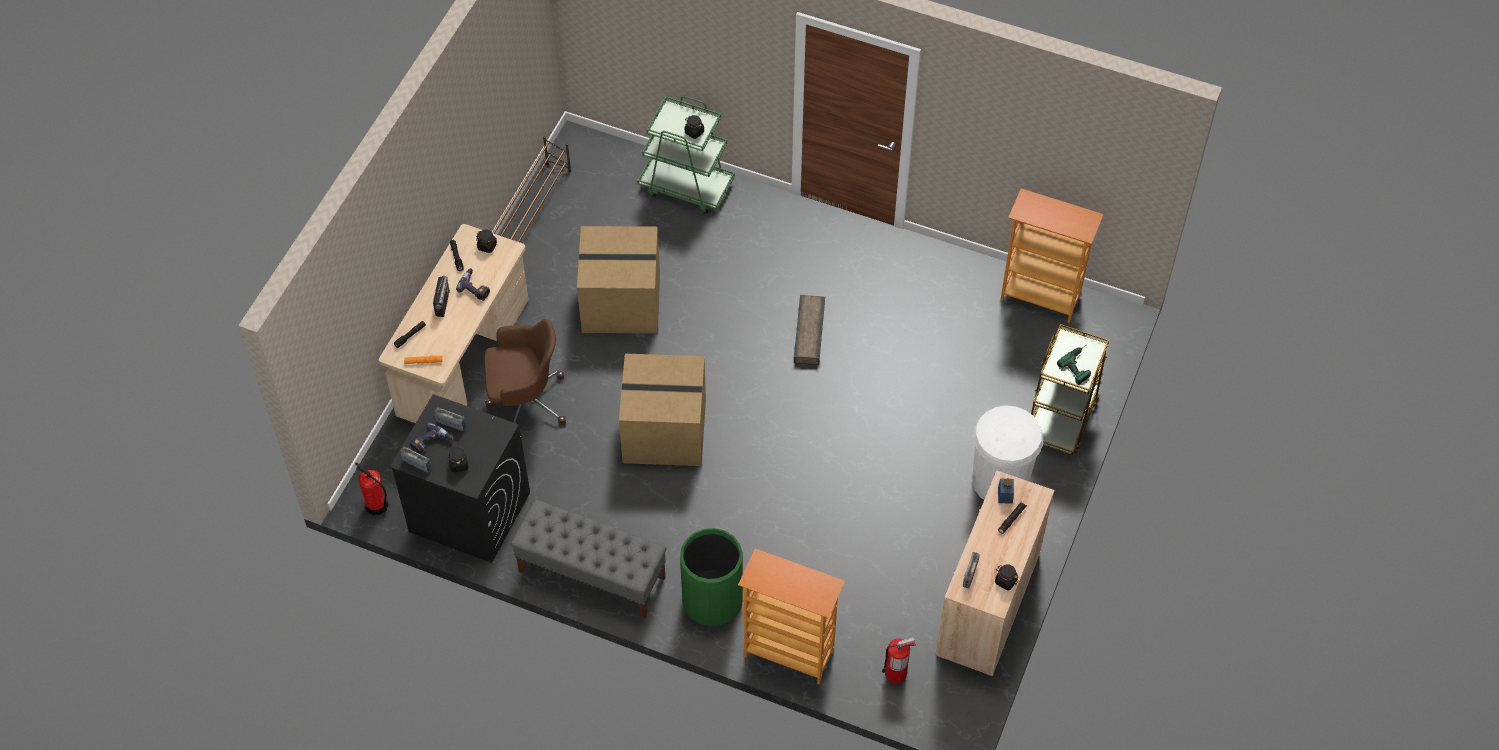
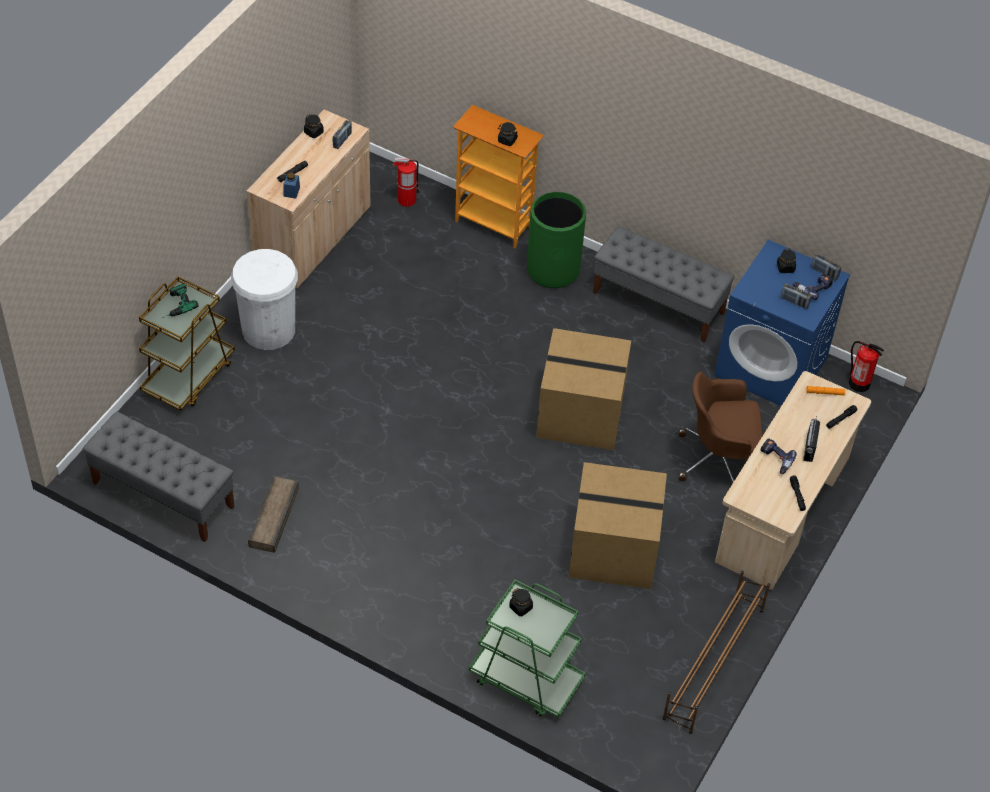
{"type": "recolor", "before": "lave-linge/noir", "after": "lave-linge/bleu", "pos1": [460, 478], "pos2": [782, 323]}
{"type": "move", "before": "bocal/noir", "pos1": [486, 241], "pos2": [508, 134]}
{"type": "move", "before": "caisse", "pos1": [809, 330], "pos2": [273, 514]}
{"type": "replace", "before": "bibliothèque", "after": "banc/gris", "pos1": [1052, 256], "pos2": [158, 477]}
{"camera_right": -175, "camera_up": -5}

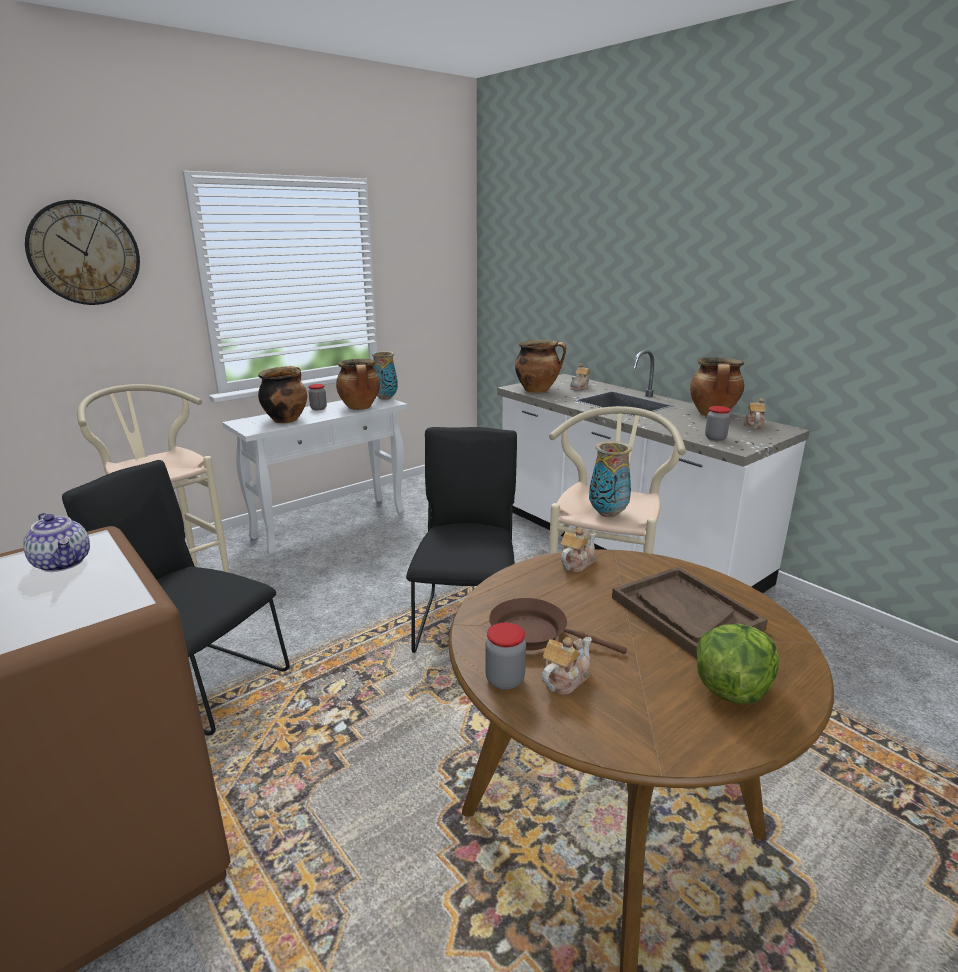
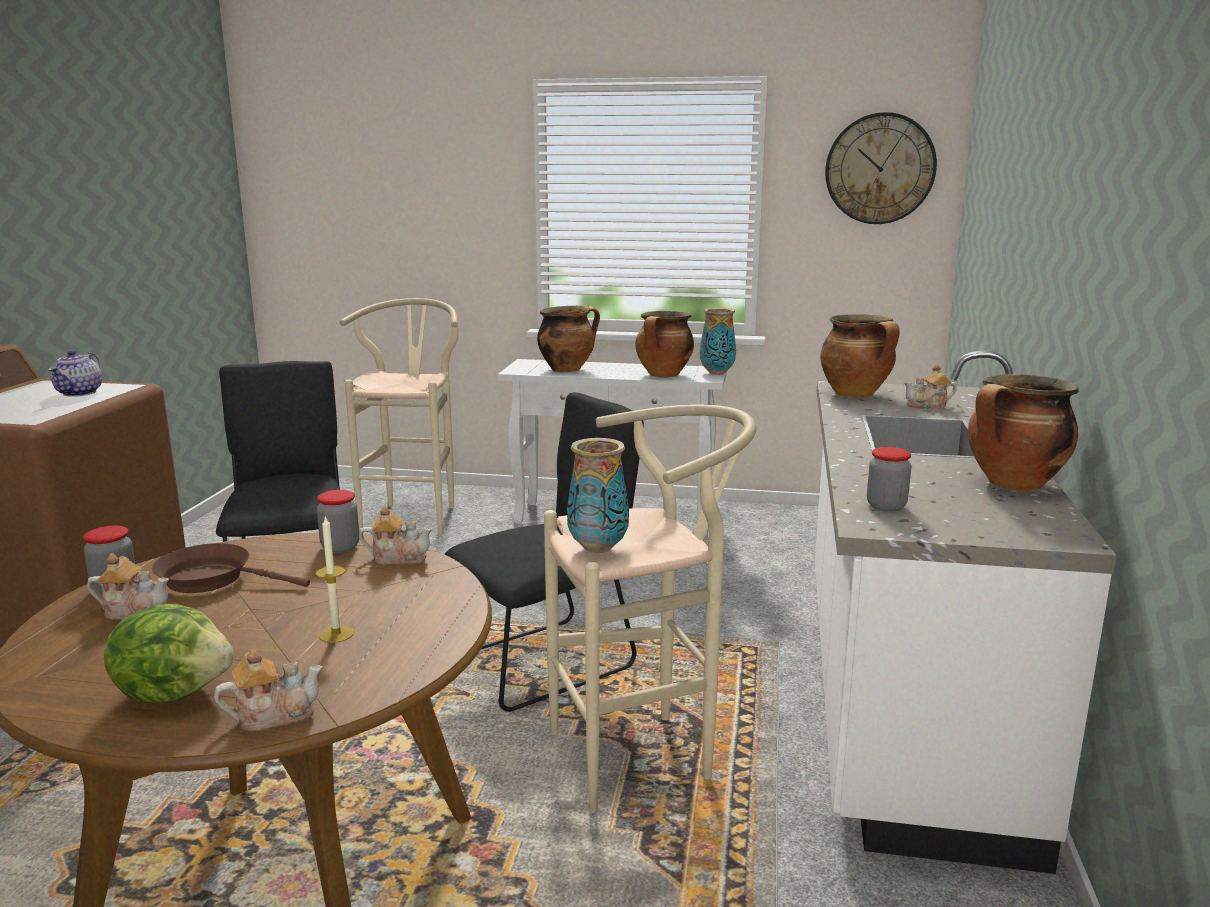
{"type": "move", "before": "horloge murale", "pos1": [82, 252], "pos2": [881, 168]}
{"type": "move", "before": "bocal", "pos1": [317, 397], "pos2": [338, 521]}
{"type": "rotate", "before": "poêle/marron", "pos1": [558, 626], "pos2": [231, 568], "turn": -60}
{"type": "replace", "before": "plateau/marron", "after": "bougie", "pos1": [690, 613], "pos2": [334, 579]}
{"type": "move", "before": "théière", "pos1": [754, 413], "pos2": [268, 690]}
{"camera_right": 50, "camera_up": -5}

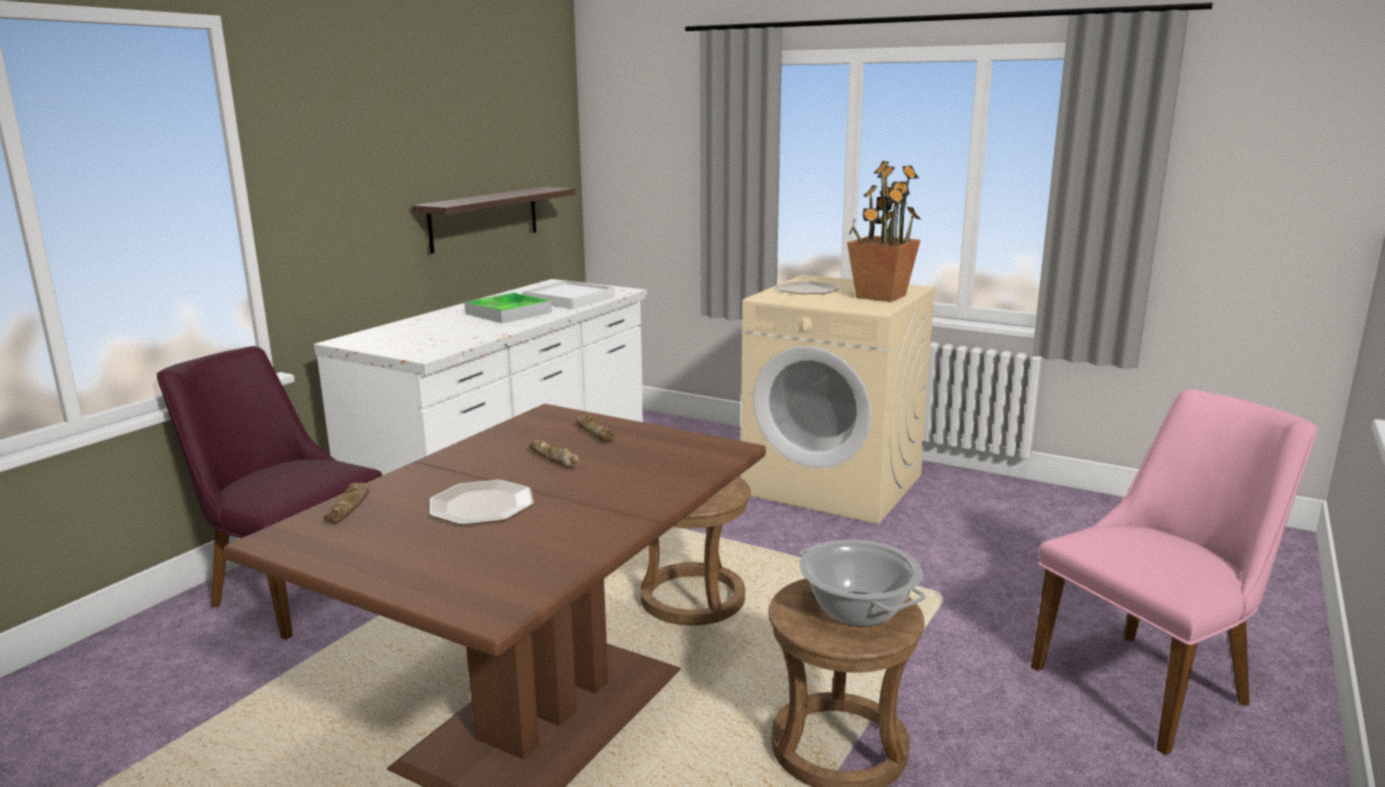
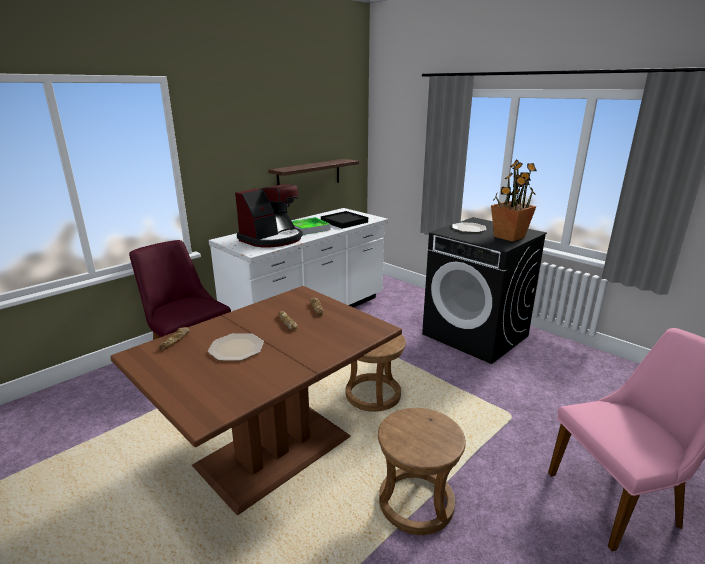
{"type": "recolor", "before": "plateau/blanc", "after": "plateau/noir", "pos1": [568, 295], "pos2": [344, 220]}
{"type": "recolor", "before": "lave-linge/beige", "after": "lave-linge/noir", "pos1": [838, 399], "pos2": [484, 290]}
{"type": "delete", "before": "marmite", "pos1": [862, 583]}
{"type": "insert", "after": "machine à café", "pos2": [269, 216]}
{"camera_right": 15, "camera_up": 5}

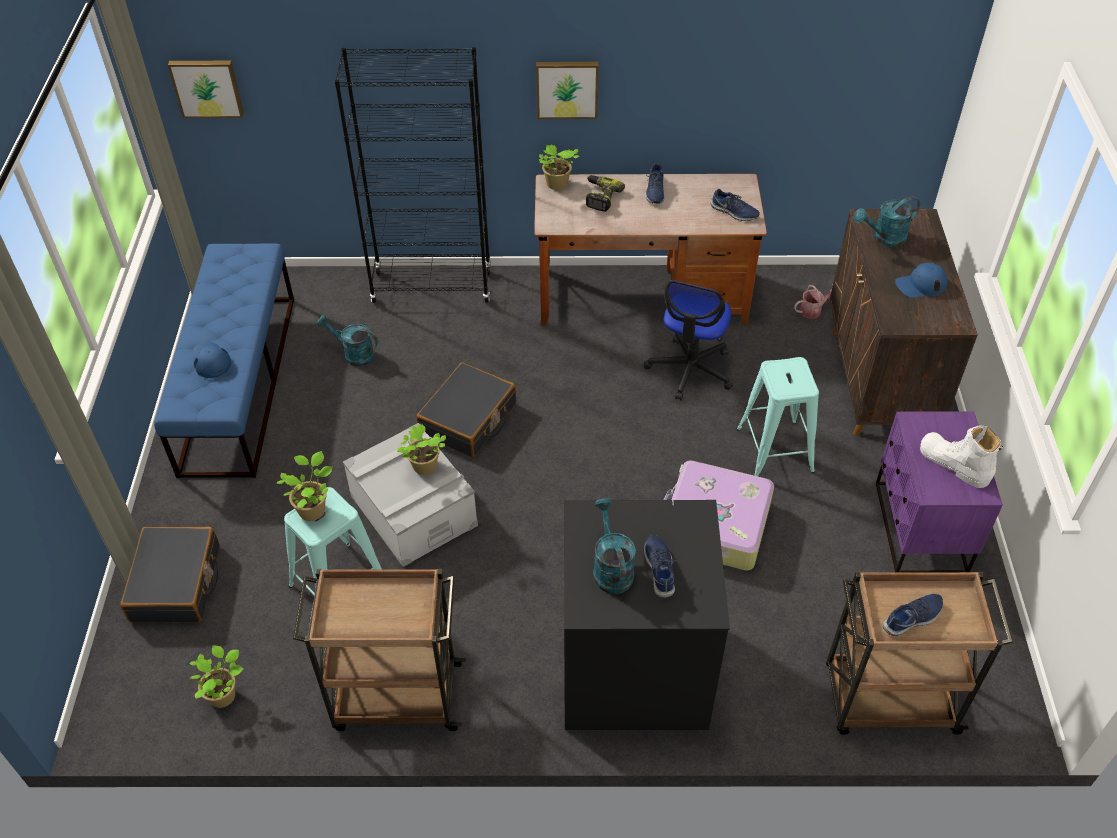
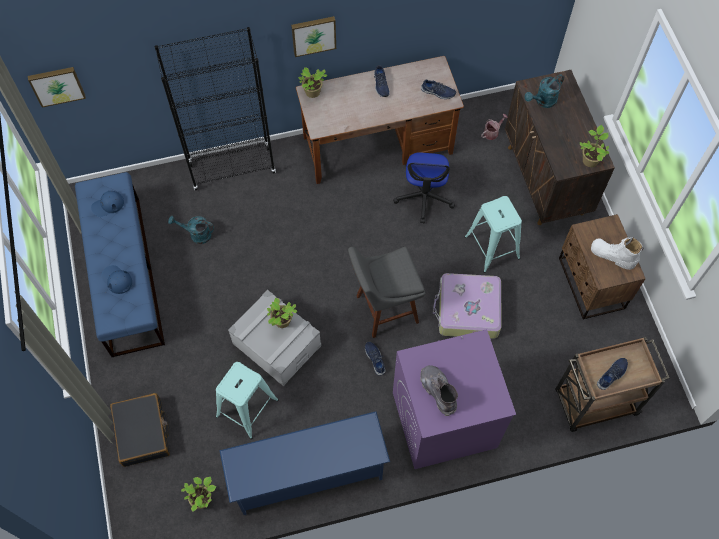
{"type": "move", "before": "plante en pot", "pos1": [305, 486], "pos2": [594, 146]}
{"type": "replace", "before": "chariot/marron", "after": "étagère à chaussures/bleu", "pos1": [379, 650], "pos2": [304, 463]}
{"type": "delete", "before": "valise/noir", "pos1": [466, 409]}
{"type": "recolor", "before": "lave-linge/noir", "after": "lave-linge/violet", "pos1": [647, 615], "pos2": [454, 399]}
{"type": "delete", "before": "perceuse", "pos1": [605, 193]}
{"type": "replace", "before": "arrosoir/turquoise", "after": "botte/gris", "pos1": [614, 546], "pos2": [439, 390]}
{"type": "move", "before": "chaussure/bleu", "pos1": [660, 566], "pos2": [375, 359]}
{"type": "recolor", "before": "table de chevet/violet", "after": "table de chevet/marron", "pos1": [939, 491], "pos2": [602, 267]}
{"type": "move", "before": "casquette/bleu", "pos1": [921, 280], "pos2": [107, 204]}
{"type": "insert", "after": "tabouret/gris", "pos2": [386, 292]}
{"camera_right": -15, "camera_up": 15}

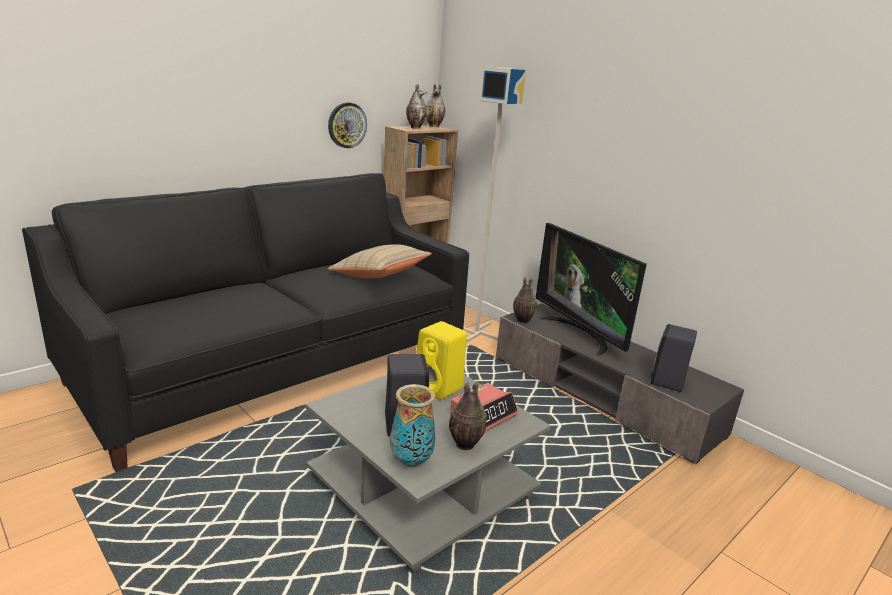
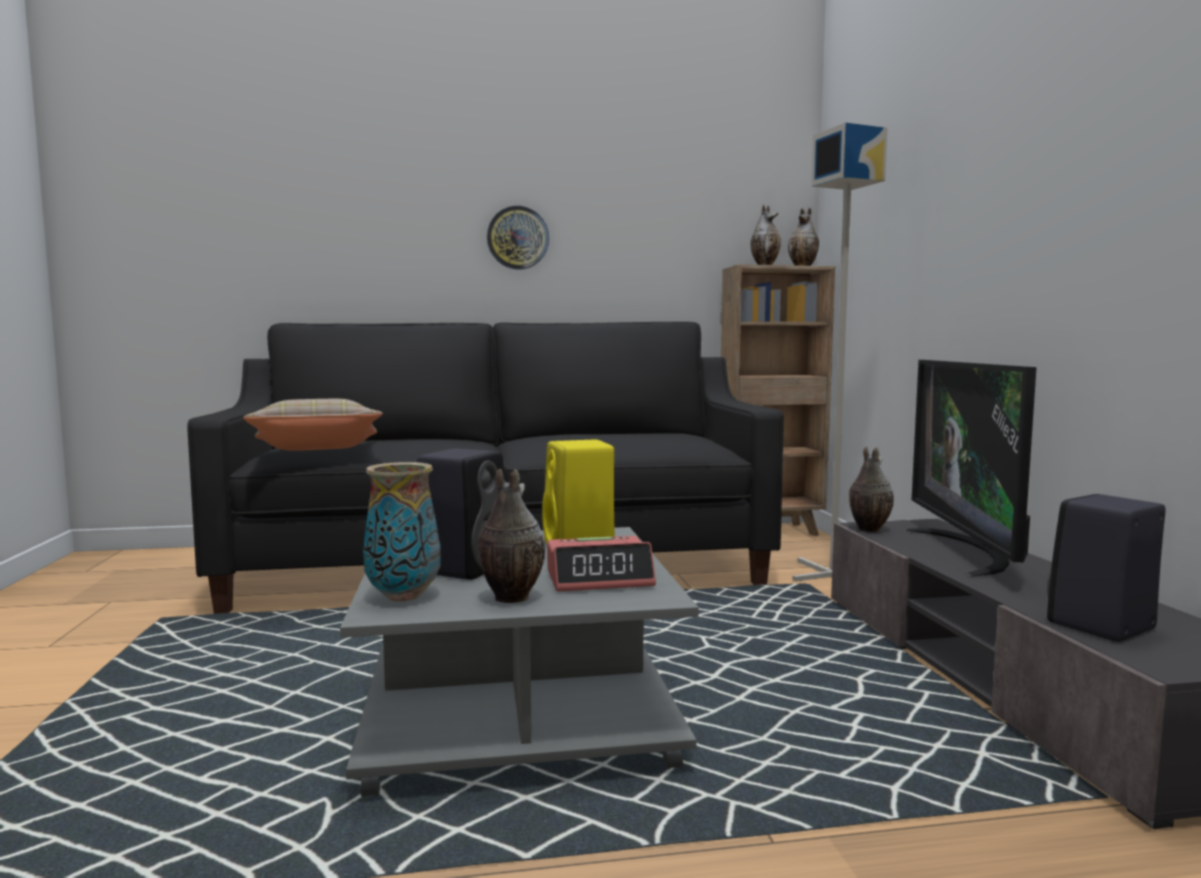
{"type": "move", "before": "horloge murale", "pos1": [347, 125], "pos2": [518, 238]}
{"type": "move", "before": "coussin/beige", "pos1": [380, 261], "pos2": [313, 425]}
{"camera_right": 35, "camera_up": -15}

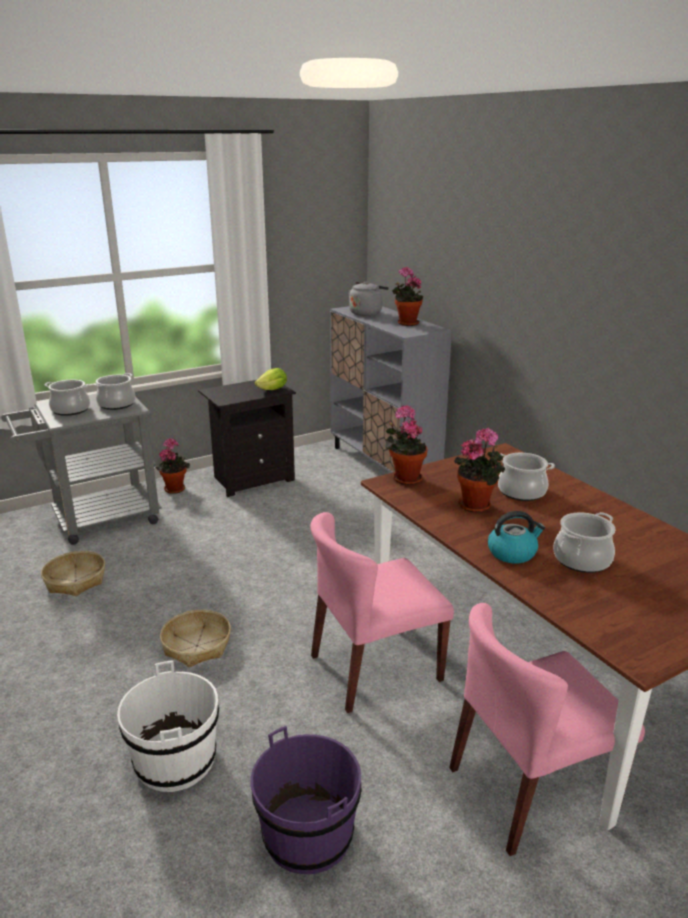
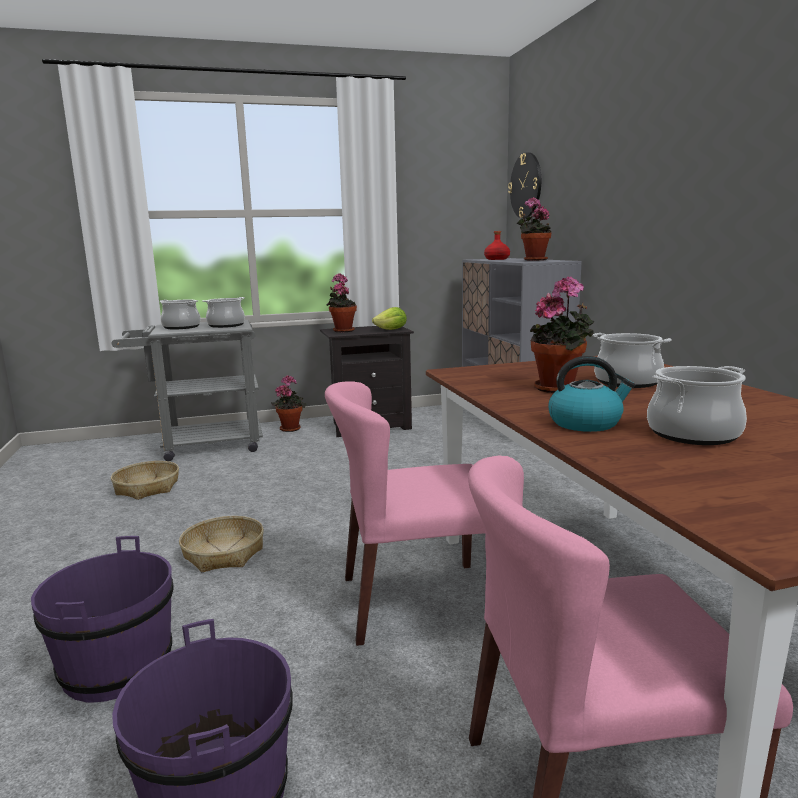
{"type": "recolor", "before": "seau/blanc", "after": "seau/violet", "pos1": [168, 726], "pos2": [102, 619]}
{"type": "replace", "before": "bouilloire/gris", "after": "bouteille/rouge", "pos1": [368, 298], "pos2": [497, 245]}
{"type": "move", "before": "plante en pot", "pos1": [407, 445], "pos2": [341, 302]}
{"type": "insert", "after": "horloge murale", "pos2": [524, 185]}
{"camera_right": 15, "camera_up": -10}

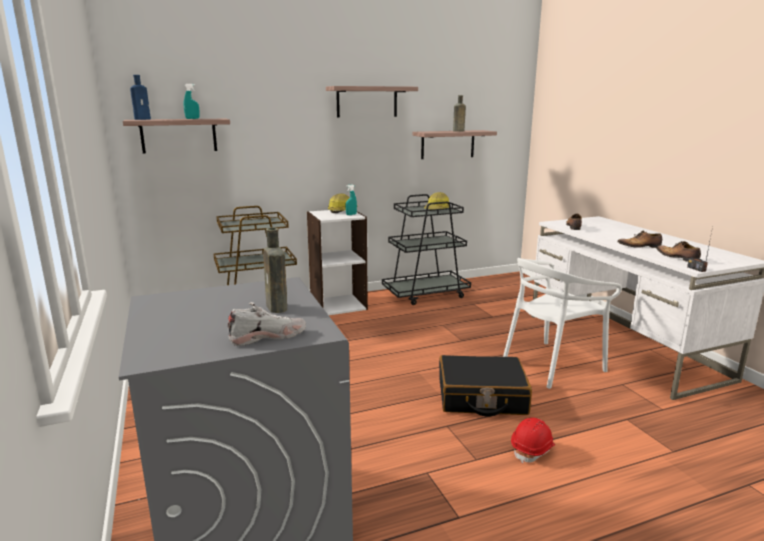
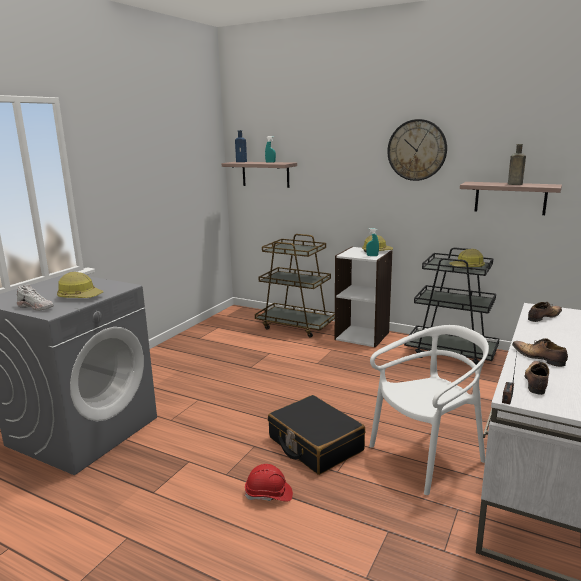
{"type": "replace", "before": "bouteille/marron", "after": "casque de chantier", "pos1": [275, 270], "pos2": [80, 285]}
{"type": "replace", "before": "étagère", "after": "horloge murale", "pos1": [372, 102], "pos2": [417, 150]}
{"type": "rotate", "before": "chaise/blanc", "pos1": [562, 323], "pos2": [429, 410], "turn": 135}
{"camera_right": 50, "camera_up": 0}

